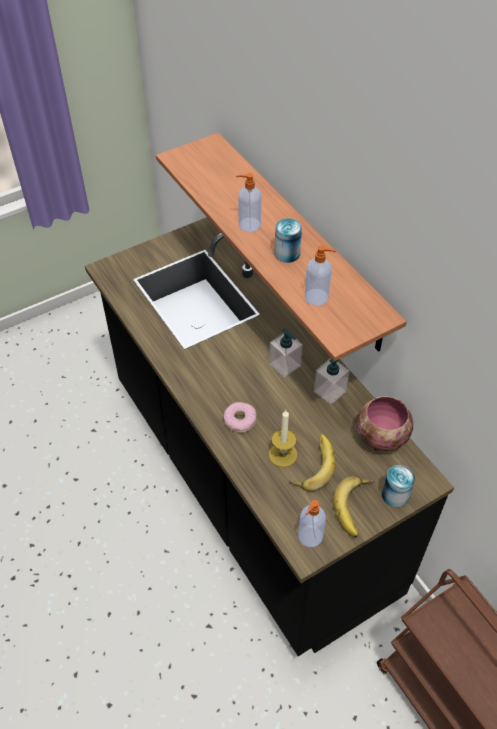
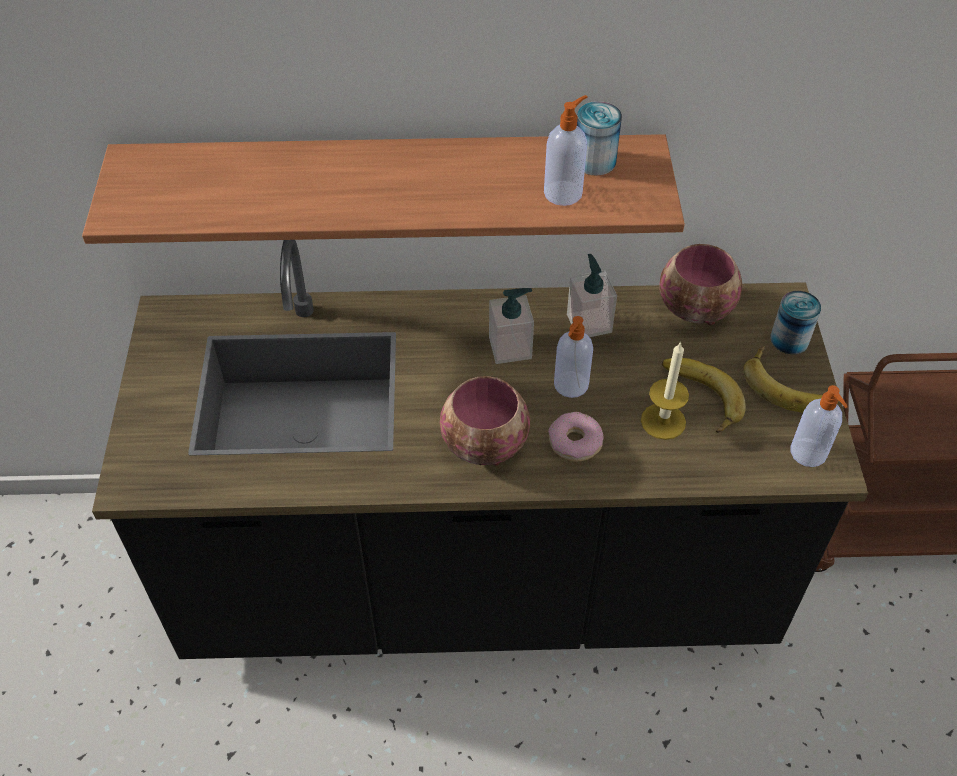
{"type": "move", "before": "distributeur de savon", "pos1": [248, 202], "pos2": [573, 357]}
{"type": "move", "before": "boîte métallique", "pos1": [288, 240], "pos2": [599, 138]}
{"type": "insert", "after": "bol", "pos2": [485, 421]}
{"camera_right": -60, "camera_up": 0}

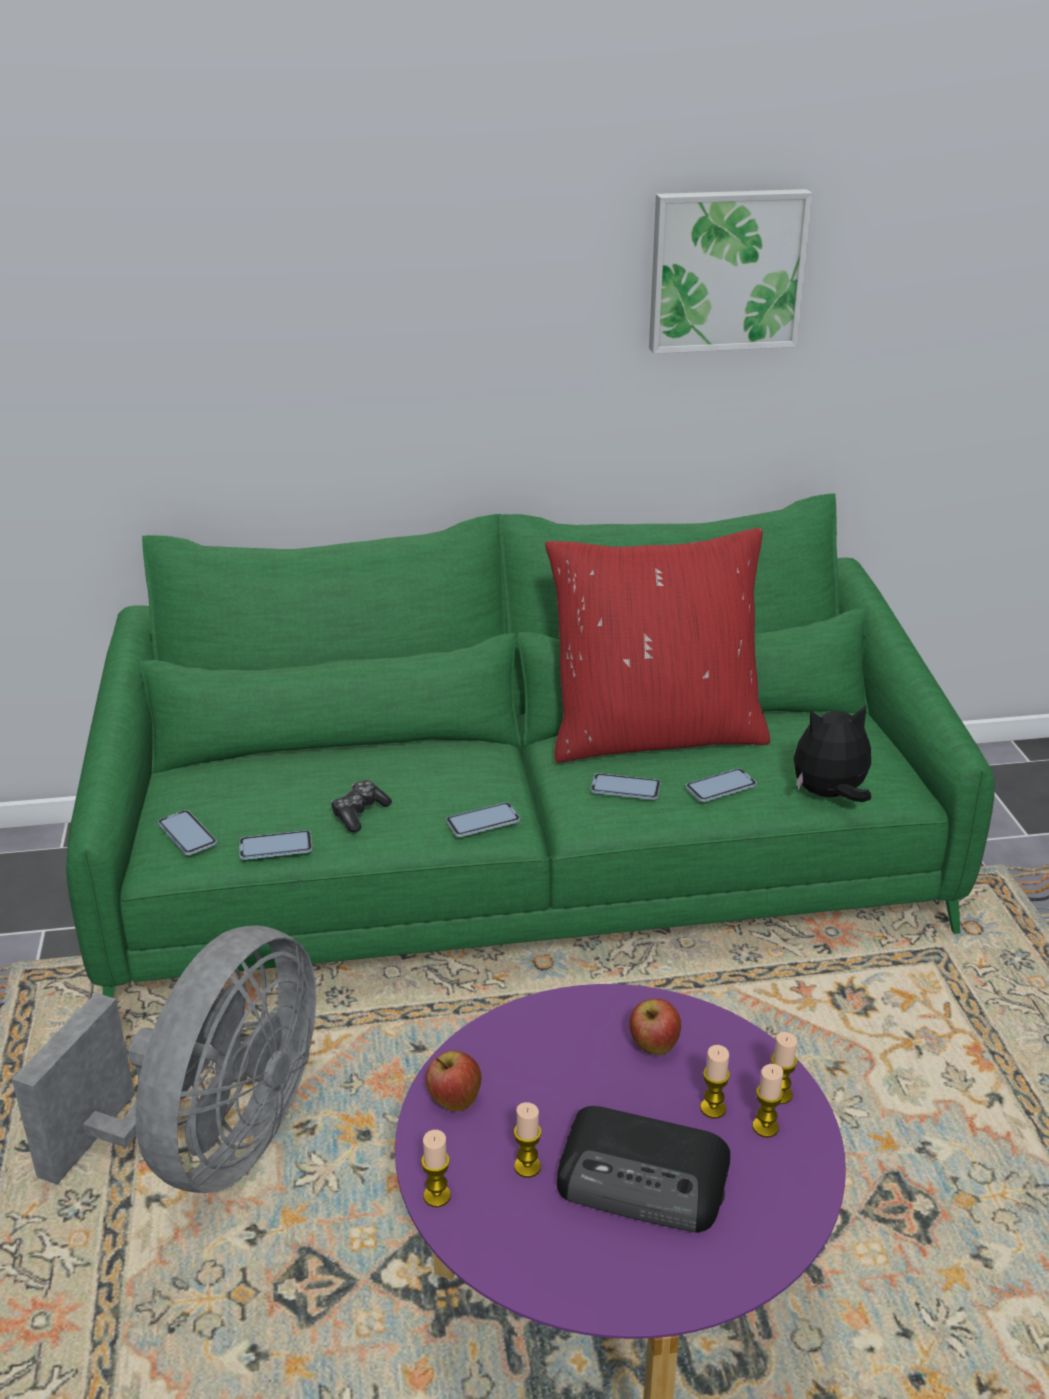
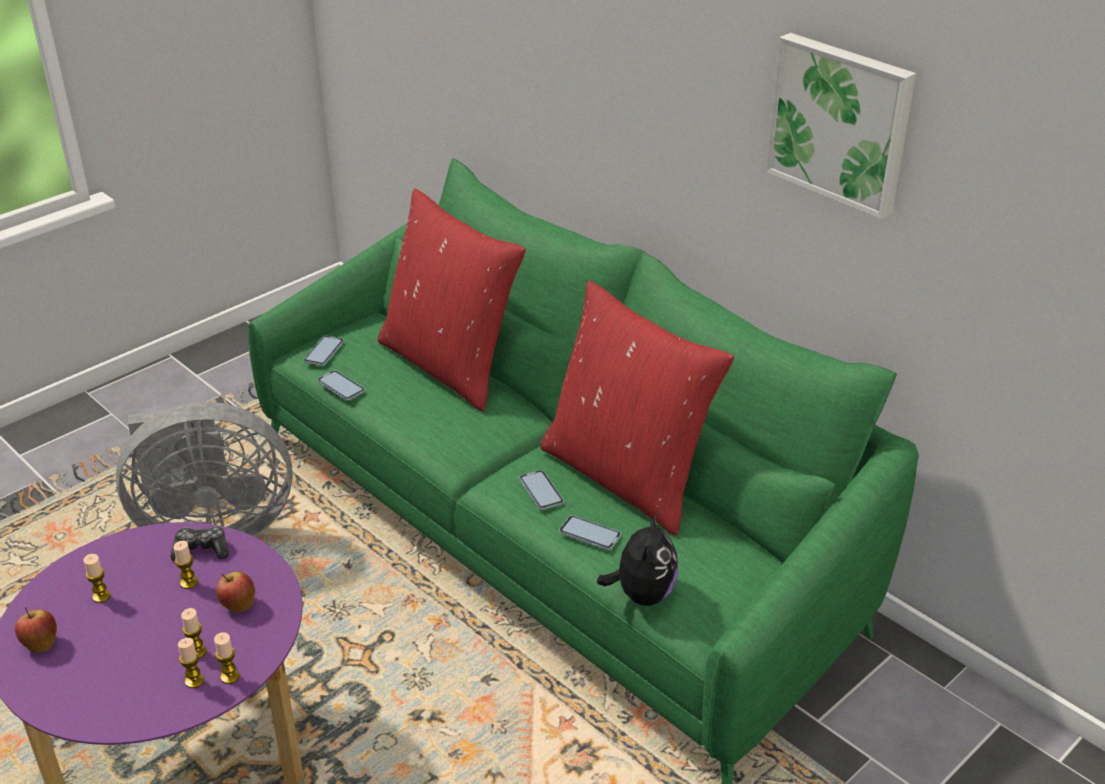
{"type": "move", "before": "manette", "pos1": [361, 806], "pos2": [199, 543]}
{"type": "move", "before": "bougie", "pos1": [436, 1168], "pos2": [186, 564]}
{"type": "move", "before": "pomme", "pos1": [454, 1081], "pos2": [36, 629]}
{"type": "delete", "before": "téléphone", "pos1": [483, 819]}
{"type": "delete", "before": "radio", "pos1": [643, 1169]}
{"type": "rotate", "before": "peluche", "pos1": [832, 753], "pos2": [637, 559], "turn": 60}
{"type": "insert", "after": "coussin/rouge", "pos2": [452, 300]}
{"camera_right": 55, "camera_up": 5}

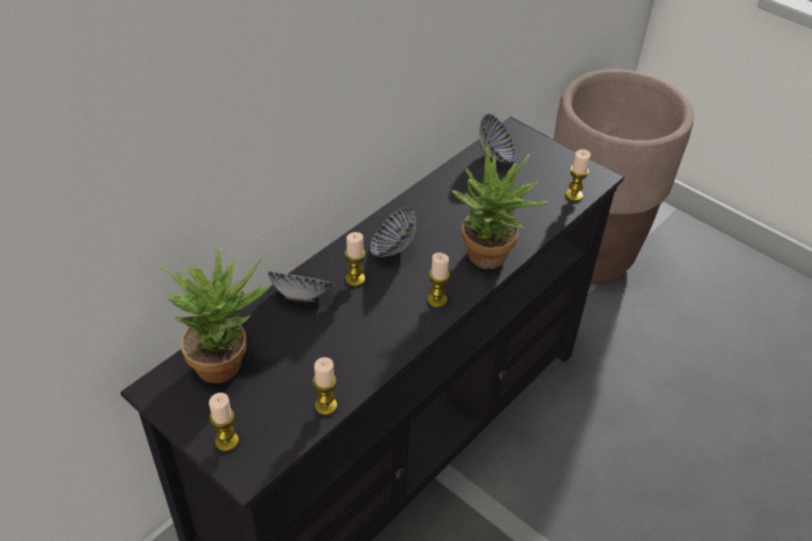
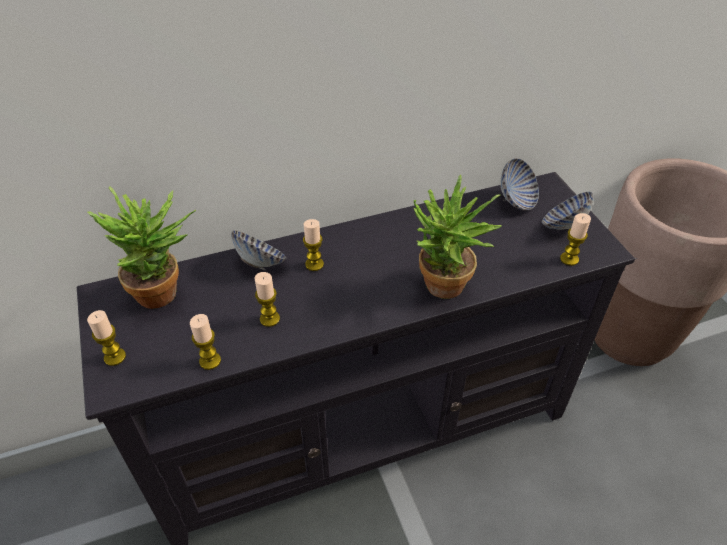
{"type": "move", "before": "bol", "pos1": [393, 231], "pos2": [568, 211]}
{"type": "move", "before": "bougie", "pos1": [438, 280], "pos2": [267, 299]}
{"camera_right": 30, "camera_up": 0}

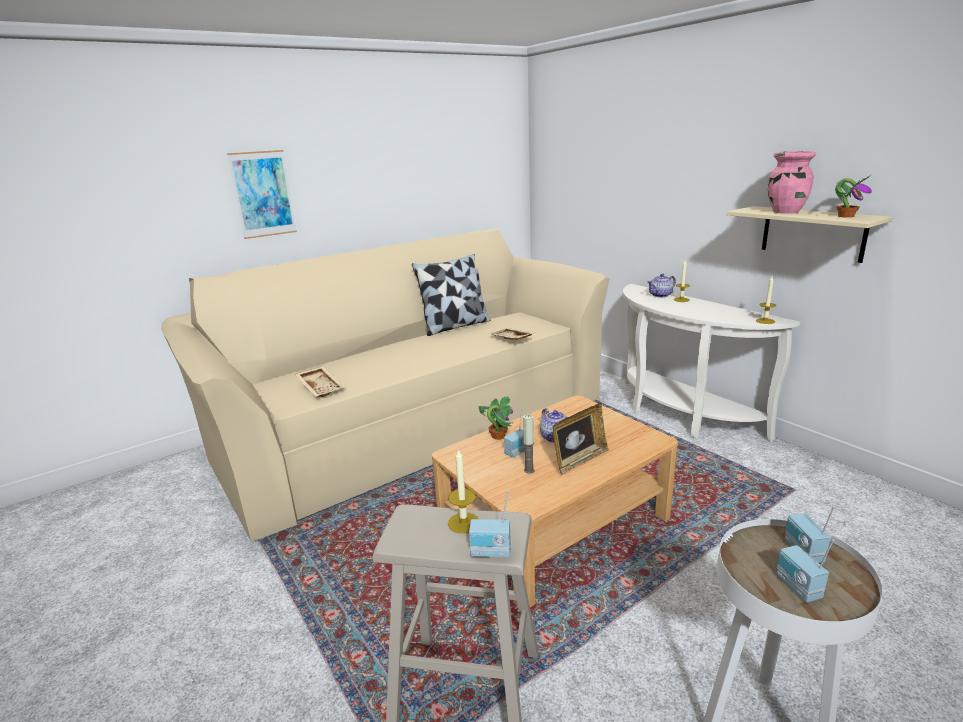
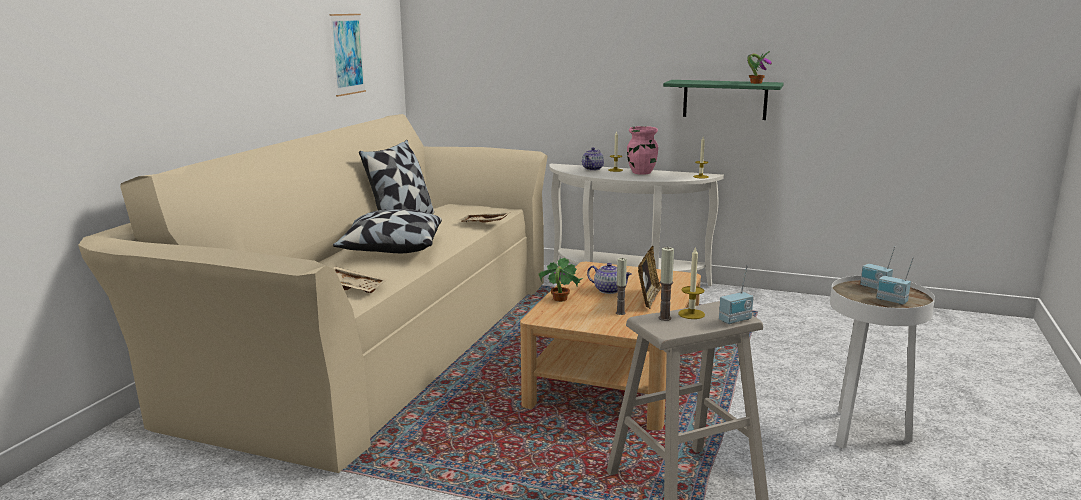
{"type": "move", "before": "tableau", "pos1": [262, 194], "pos2": [348, 55]}
{"type": "delete", "before": "radio", "pos1": [514, 434]}
{"type": "recolor", "before": "étagère/beige", "after": "étagère/vert", "pos1": [810, 234], "pos2": [723, 100]}
{"type": "move", "before": "vase/rose", "pos1": [792, 182], "pos2": [642, 150]}
{"type": "insert", "after": "coussin", "pos2": [387, 231]}
{"type": "insert", "after": "bougie", "pos2": [666, 284]}
{"camera_right": -35, "camera_up": -5}

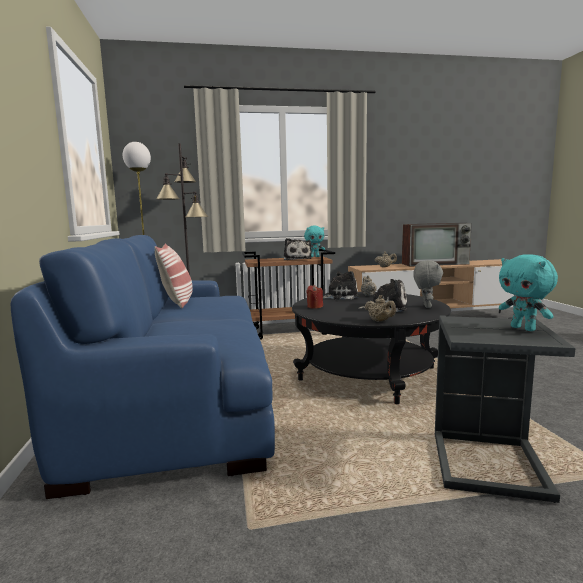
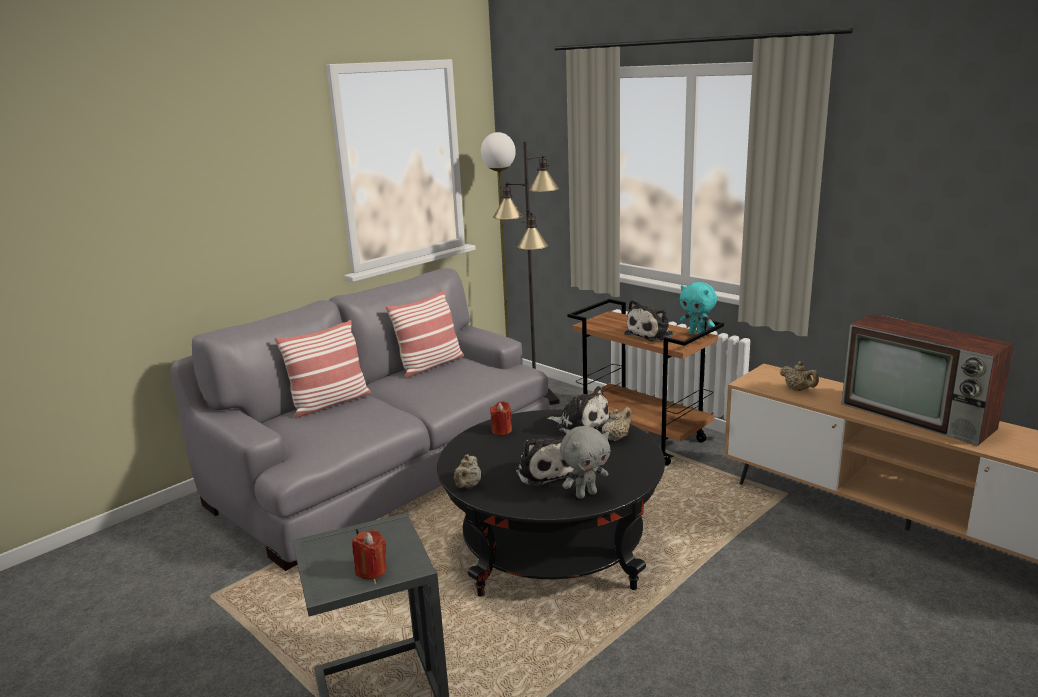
{"type": "recolor", "before": "canapé/bleu", "after": "canapé/gris", "pos1": [142, 367], "pos2": [360, 419]}
{"type": "replace", "before": "peluche/turquoise", "after": "bougie/rouge", "pos1": [528, 292], "pos2": [369, 554]}
{"type": "insert", "after": "coussin", "pos2": [322, 369]}
{"camera_right": 55, "camera_up": 10}

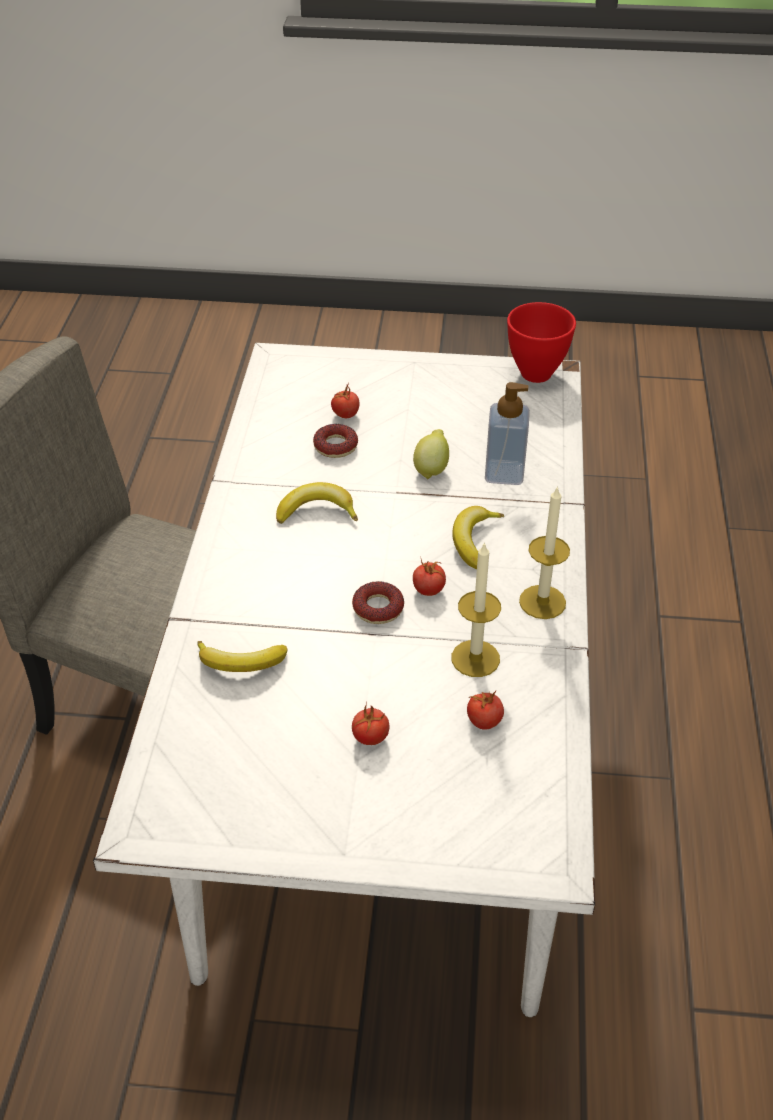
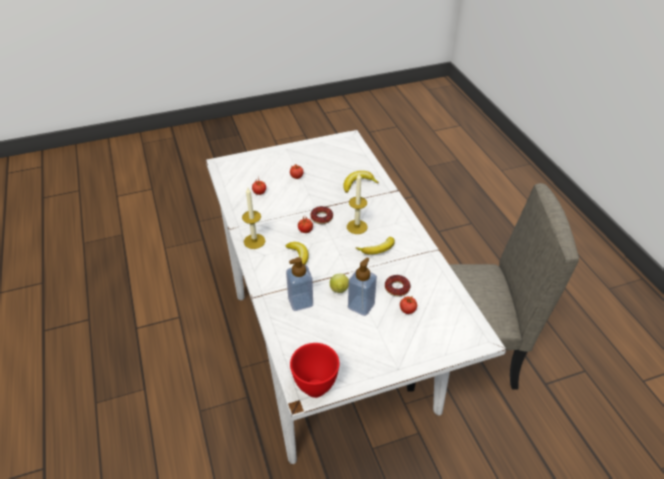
{"type": "move", "before": "bougie", "pos1": [476, 609], "pos2": [357, 203]}
{"type": "insert", "after": "distributeur de savon", "pos2": [362, 287]}
{"camera_right": 155, "camera_up": 0}

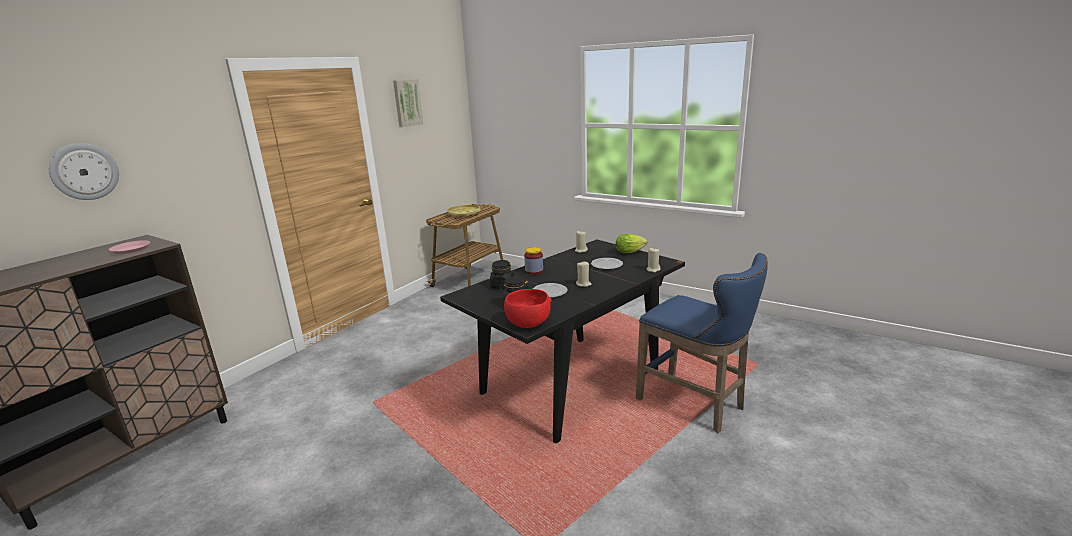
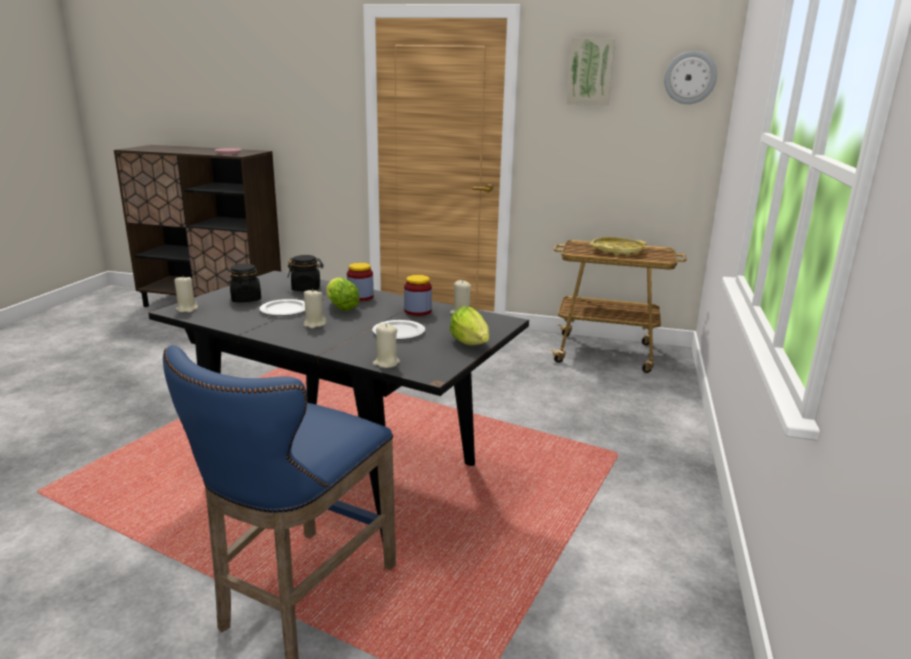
{"type": "move", "before": "horloge murale", "pos1": [84, 171], "pos2": [690, 77]}
{"type": "replace", "before": "bol/rouge", "after": "bougie/beige", "pos1": [528, 308], "pos2": [186, 294]}
{"type": "insert", "after": "laitue", "pos2": [343, 294]}
{"type": "insert", "after": "bocal", "pos2": [418, 295]}
{"camera_right": 70, "camera_up": 0}

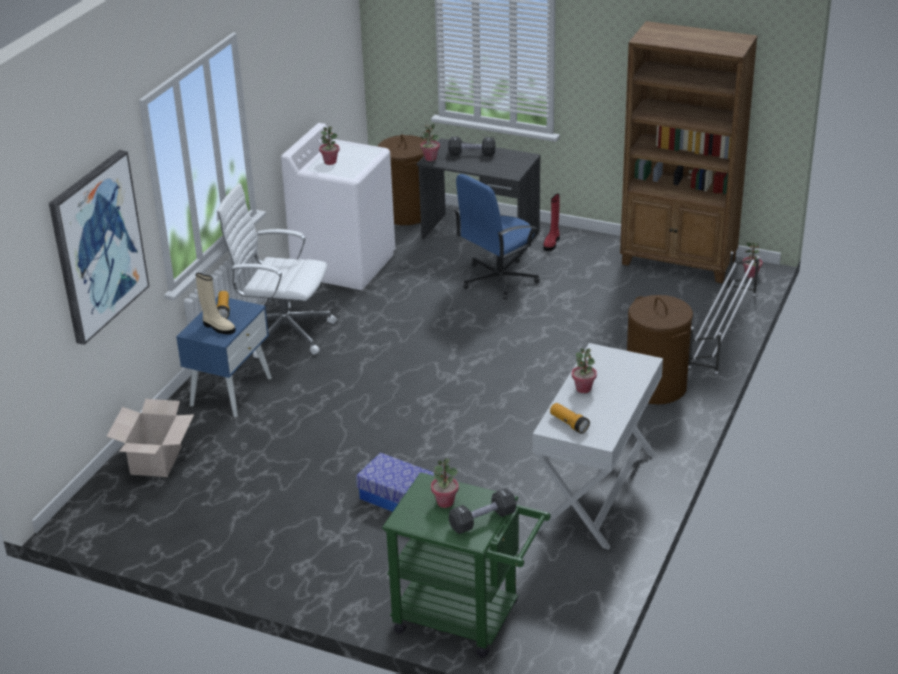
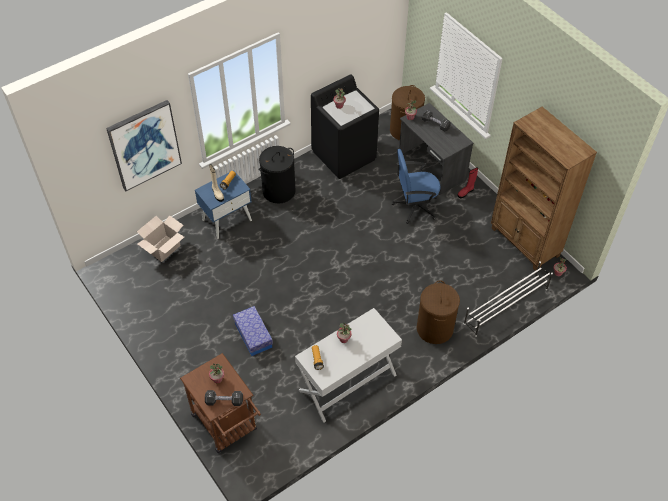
{"type": "replace", "before": "chaise de bureau/blanc", "after": "panier à linge/noir", "pos1": [277, 270], "pos2": [277, 175]}
{"type": "recolor", "before": "lave-linge/blanc", "after": "lave-linge/noir", "pos1": [338, 206], "pos2": [345, 126]}
{"type": "recolor", "before": "chariot/vert", "after": "chariot/marron", "pos1": [466, 565], "pos2": [220, 403]}
{"camera_right": 30, "camera_up": 20}

